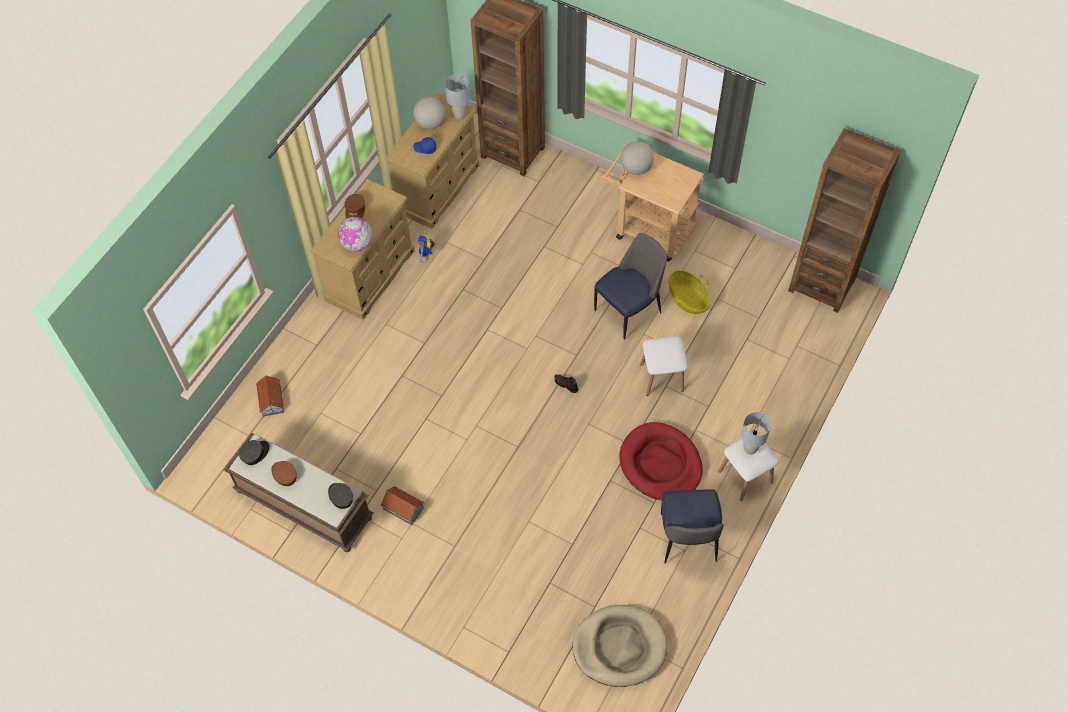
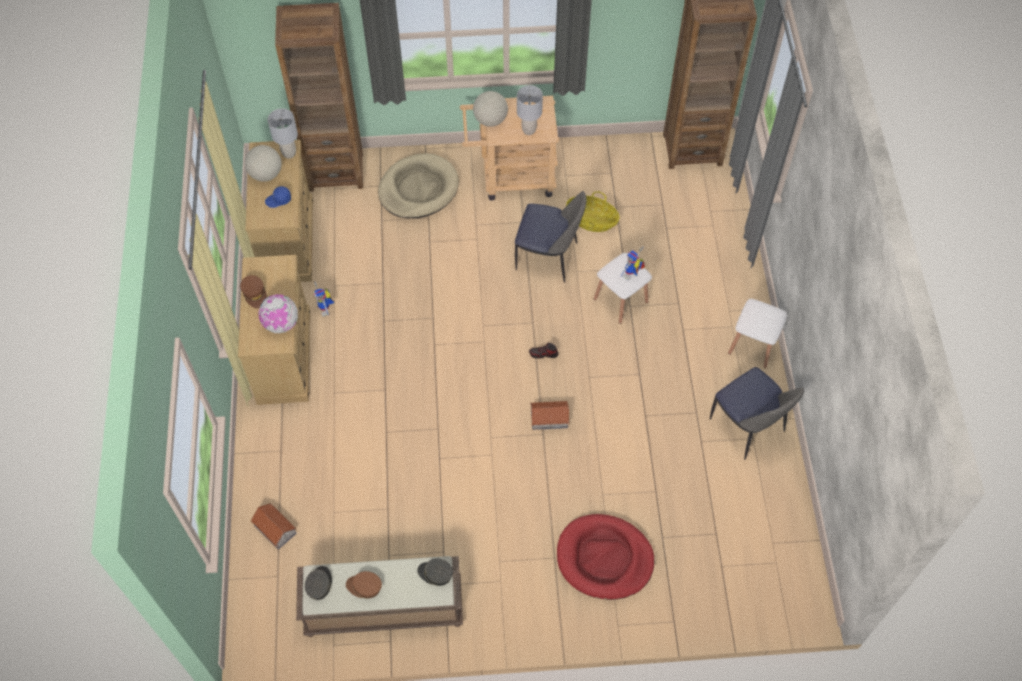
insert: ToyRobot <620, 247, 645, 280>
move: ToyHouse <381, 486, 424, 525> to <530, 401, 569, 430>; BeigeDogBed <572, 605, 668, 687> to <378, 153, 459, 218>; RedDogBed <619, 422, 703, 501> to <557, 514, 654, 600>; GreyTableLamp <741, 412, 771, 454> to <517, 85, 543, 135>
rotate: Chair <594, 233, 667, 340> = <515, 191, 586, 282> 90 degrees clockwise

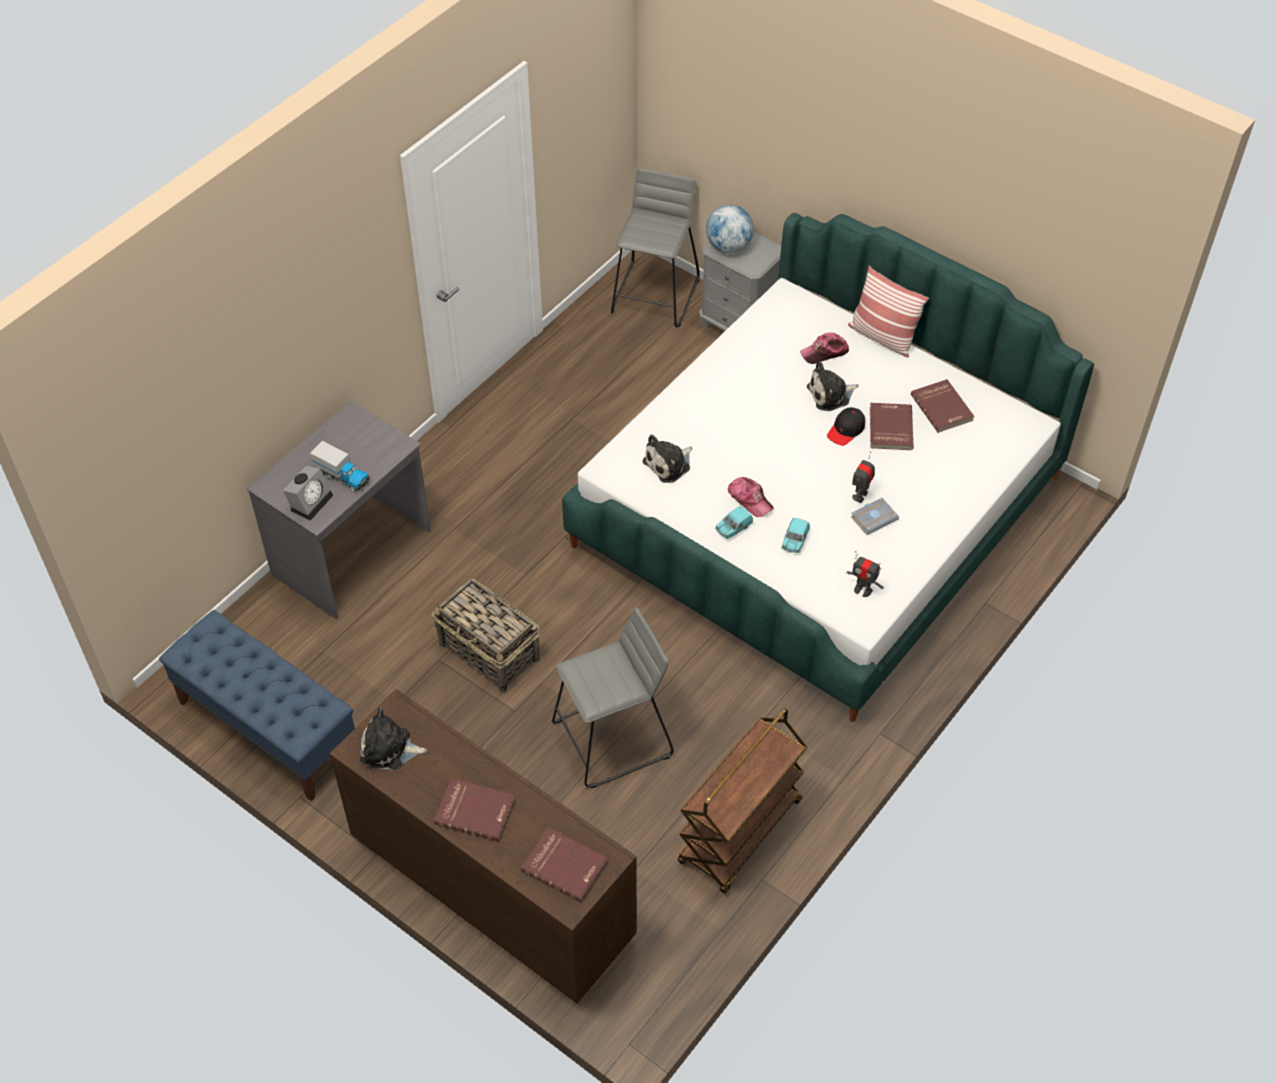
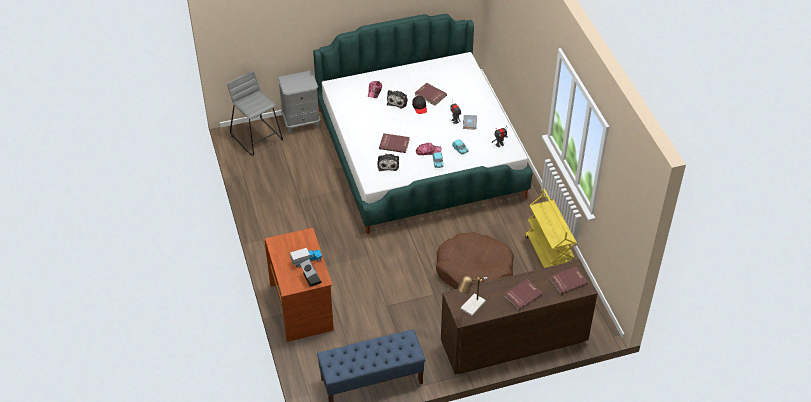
delete: Basket <432, 579, 540, 693>; Globe <706, 205, 754, 253>; Pillow <848, 265, 929, 357>
move: RedBook <911, 379, 974, 433> to <379, 133, 410, 153>
replace: PlushToy <360, 708, 427, 769> to TableLamp <458, 274, 487, 316>; GreyStool <552, 607, 674, 788> to BrownDogBed <436, 232, 514, 289>
recolor: GreyDesk <247, 401, 431, 619> to BrownDesk <264, 228, 334, 342>; BrownCart <678, 708, 807, 894> to YellowCart <525, 189, 577, 268>

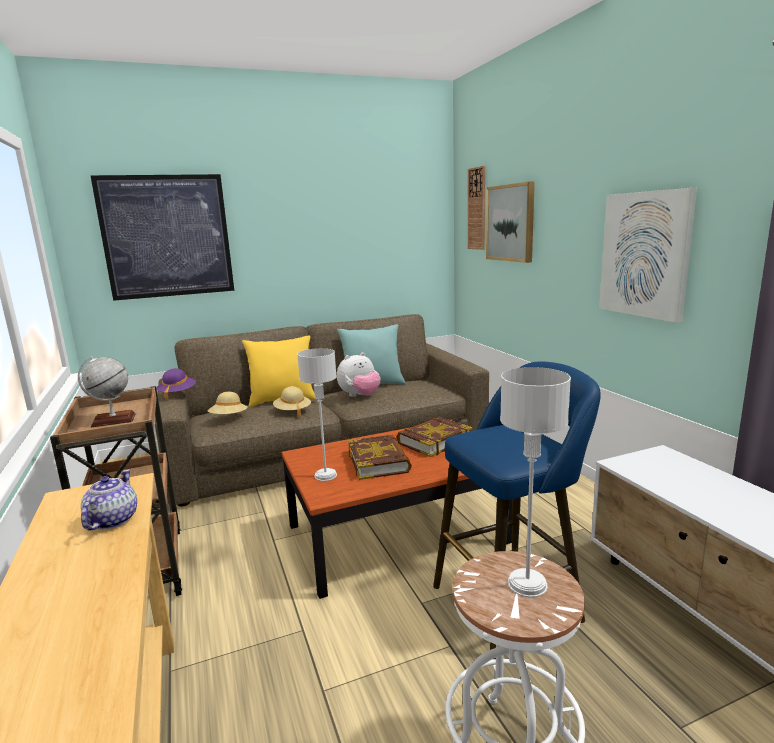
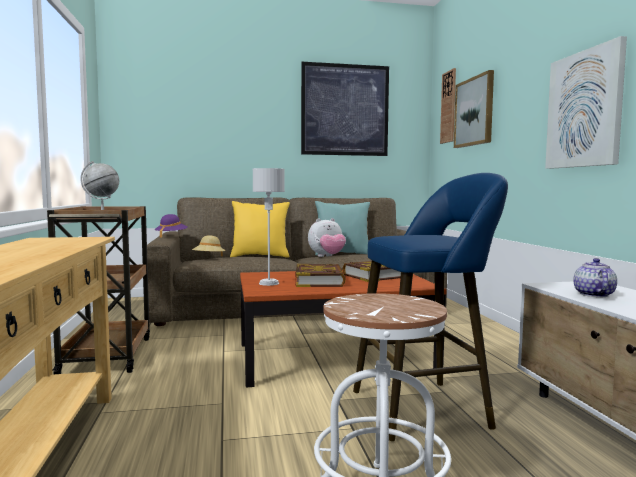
delete: BeigeHat <273, 386, 311, 417>; GreyTableLamp <500, 367, 571, 597>
move: Teapot <81, 470, 137, 531> to <573, 258, 617, 297>; Picture <90, 174, 234, 301> to <301, 62, 389, 156>

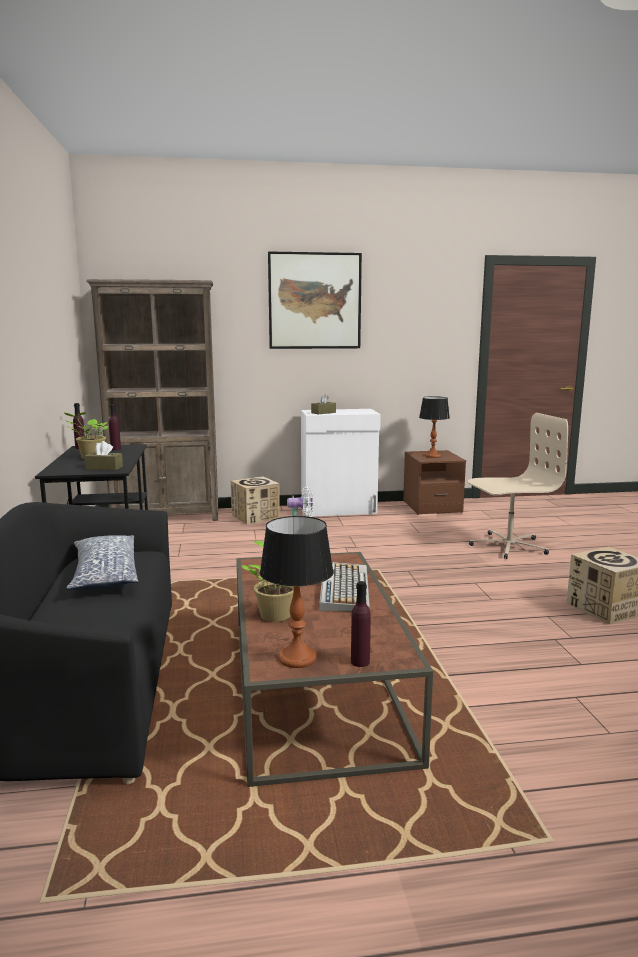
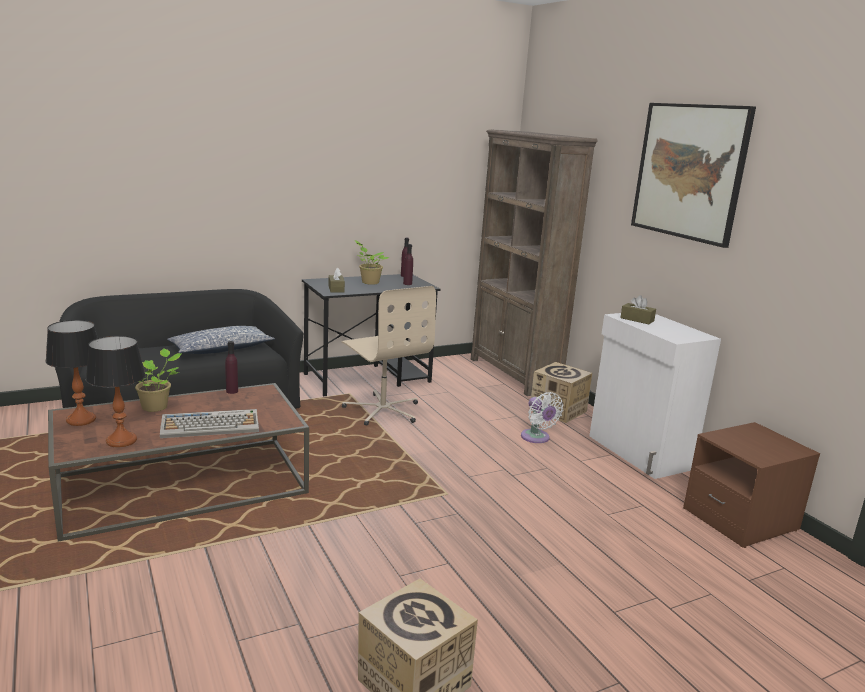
move: PurpleBottle <351, 581, 371, 667> to <225, 341, 238, 394>; TableLamp <419, 396, 450, 458> to <86, 336, 146, 447>; BeigeOfficeChair <468, 413, 568, 559> to <342, 286, 436, 426>

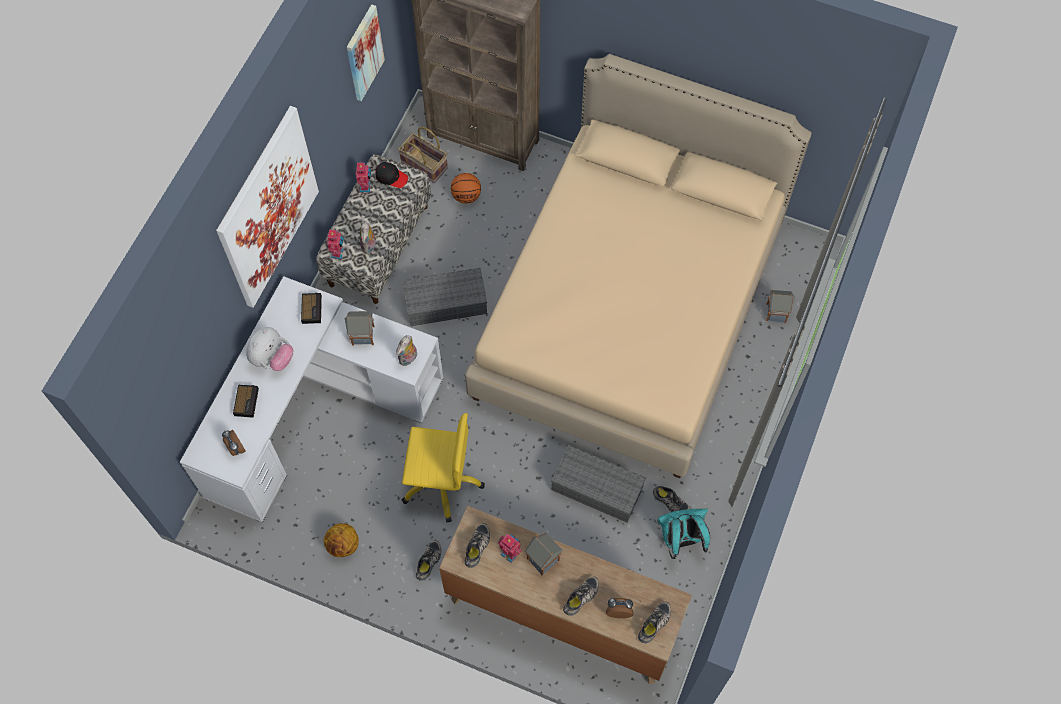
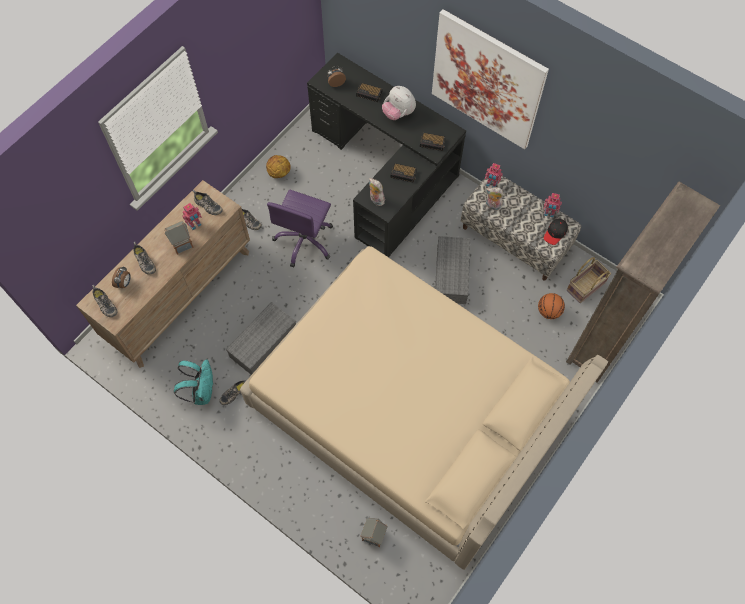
delete: Picture <347, 4, 385, 101>
replace: ToyHouse <345, 311, 375, 345> to AlarmClock <391, 163, 417, 183>
recolor: WhiteDesk <180, 276, 444, 523> to BlackDesk <307, 53, 466, 257>; YellowOfficeChair <402, 413, 485, 522> to PurpleOfficeChair <267, 190, 333, 268>

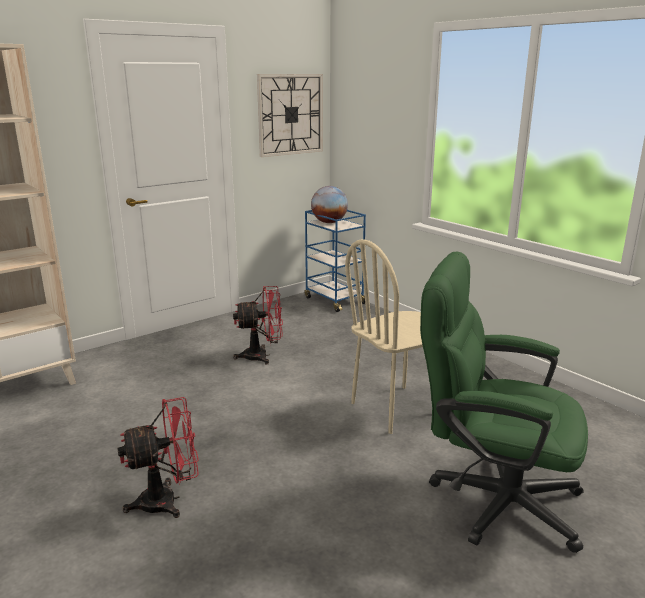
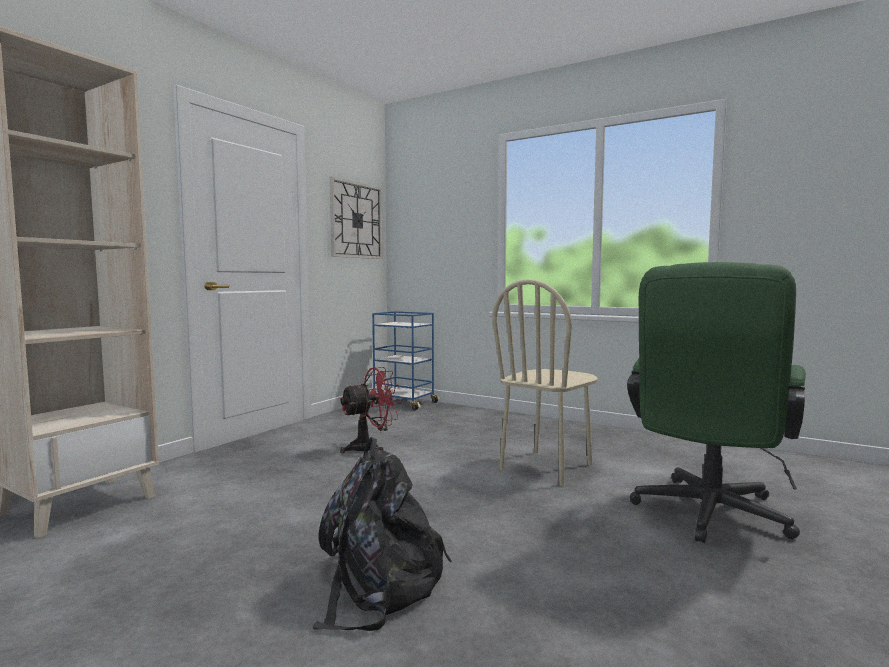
delete: Globe <311, 186, 348, 223>
replace: RedFan <117, 397, 199, 518> to BlackBackpack <313, 437, 452, 631>
rotate: GreenOfficeChair <420, 251, 588, 553> = <627, 262, 806, 543> 60 degrees counterclockwise

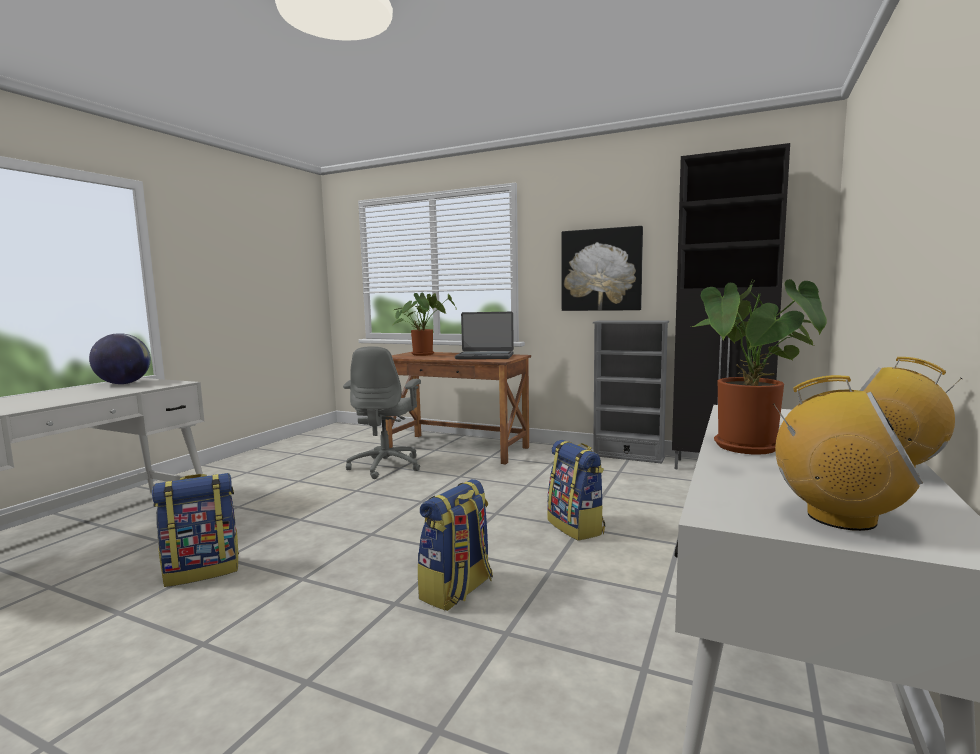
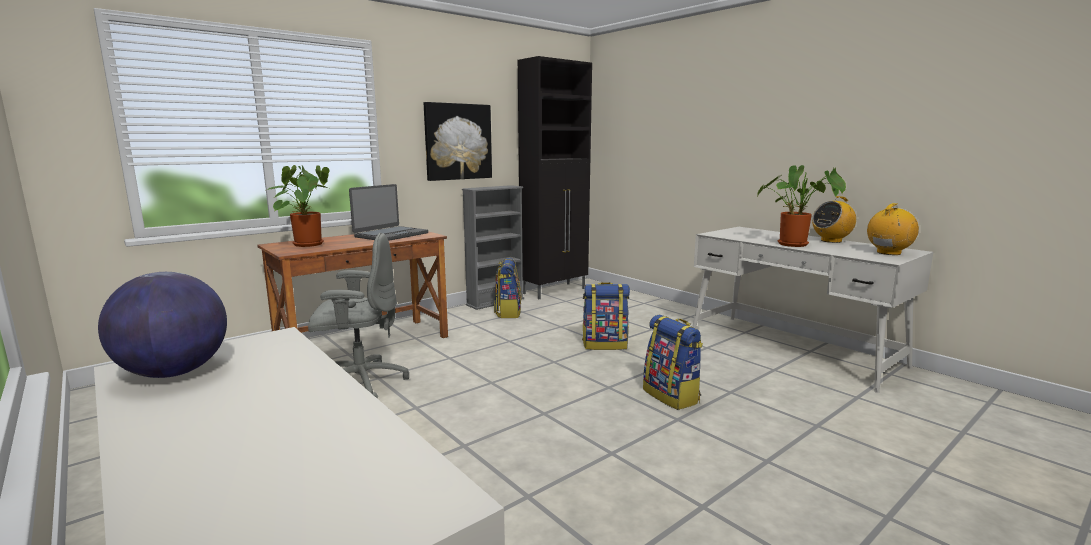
move: Backpack <152, 473, 239, 587> to <494, 258, 521, 318>
rotate: GreyOfficeChair <343, 346, 421, 479> = <308, 232, 409, 399> 45 degrees counterclockwise

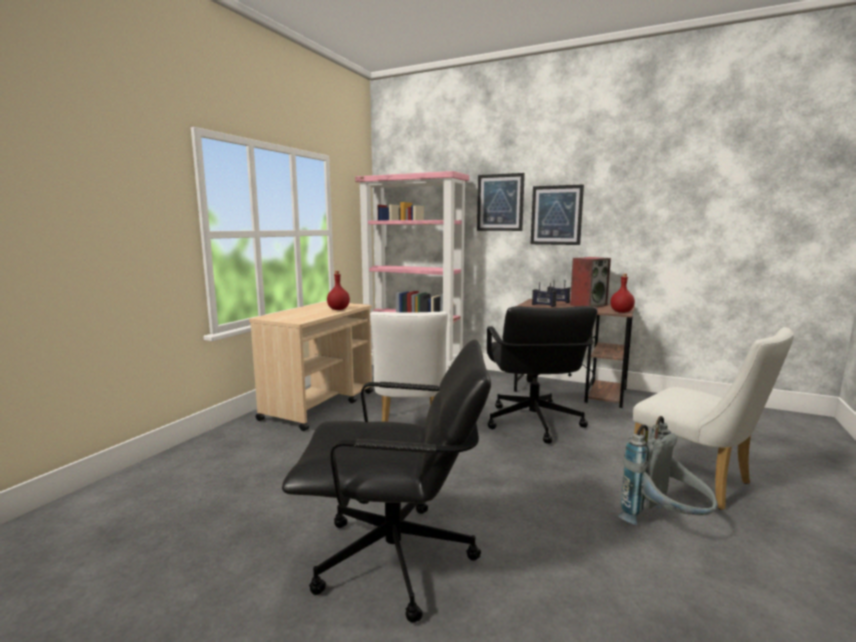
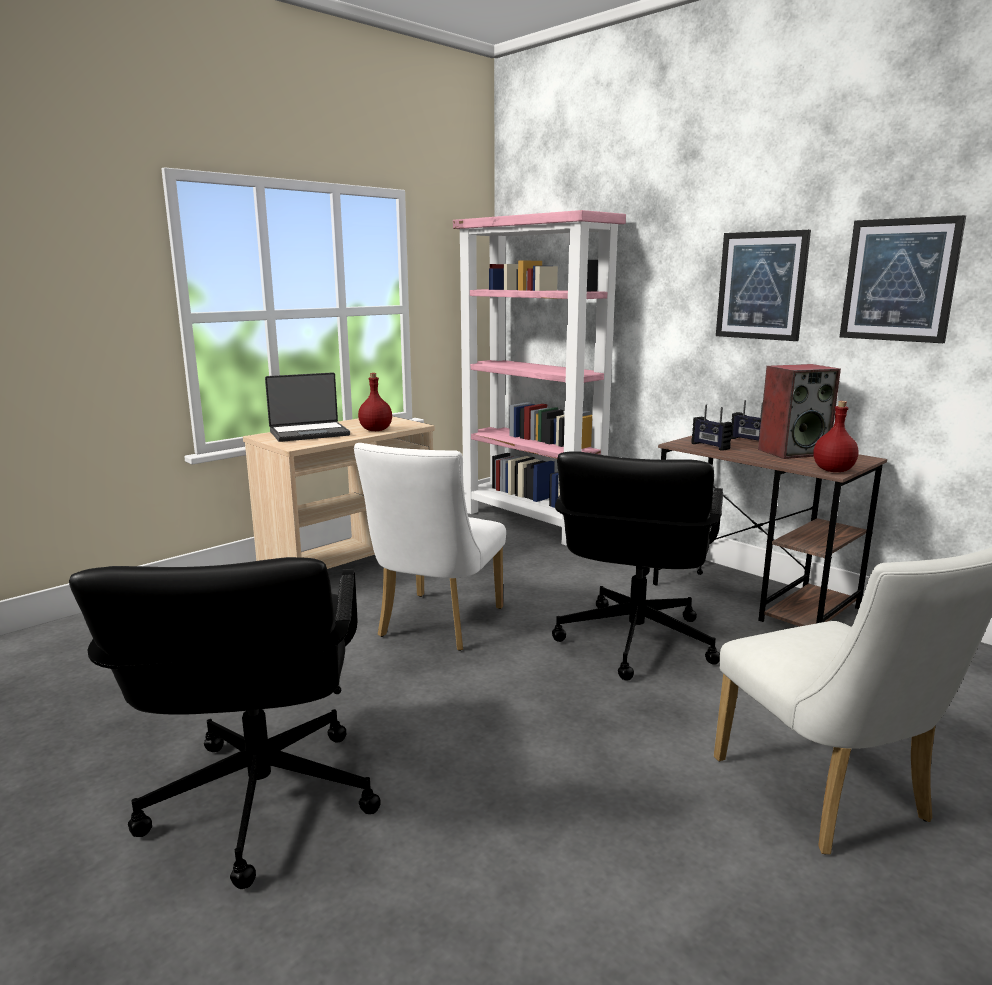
delete: GreyBackpack <618, 416, 718, 525>
insert: Laptop <265, 372, 350, 442>
move: Picture <477, 173, 525, 231> to <840, 215, 966, 343>
rotate: BlackOfficeChair <282, 339, 491, 623> = <69, 557, 381, 889> 60 degrees clockwise

